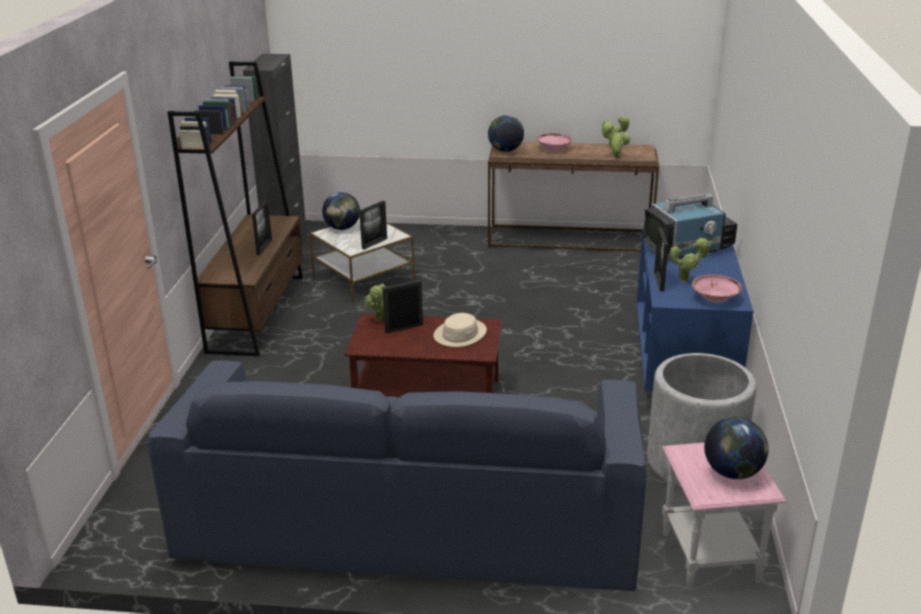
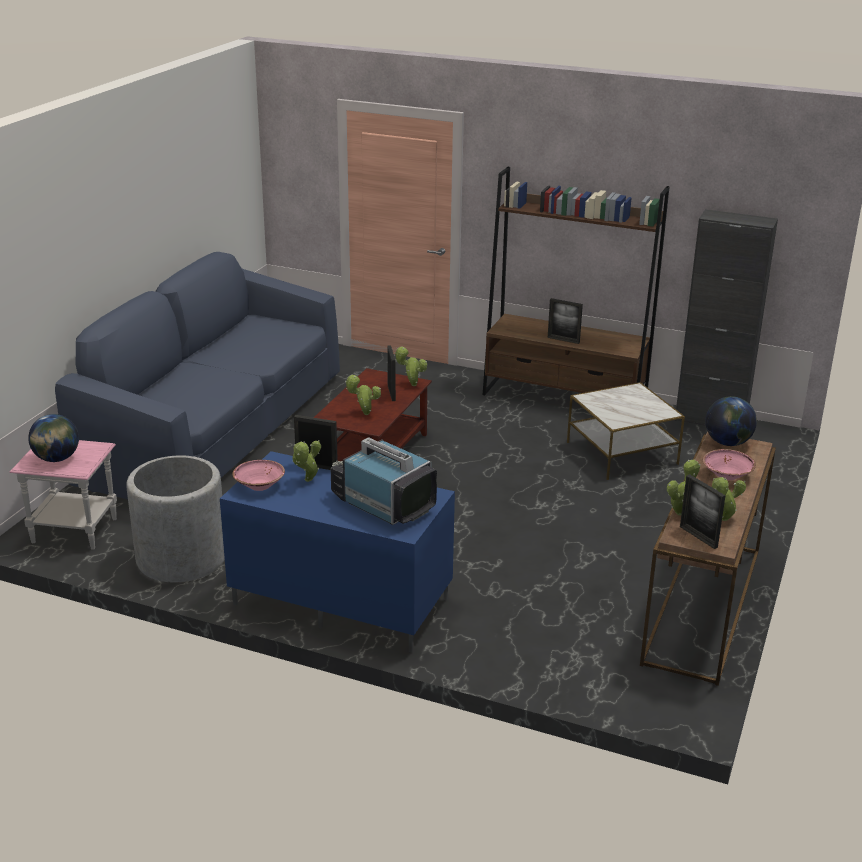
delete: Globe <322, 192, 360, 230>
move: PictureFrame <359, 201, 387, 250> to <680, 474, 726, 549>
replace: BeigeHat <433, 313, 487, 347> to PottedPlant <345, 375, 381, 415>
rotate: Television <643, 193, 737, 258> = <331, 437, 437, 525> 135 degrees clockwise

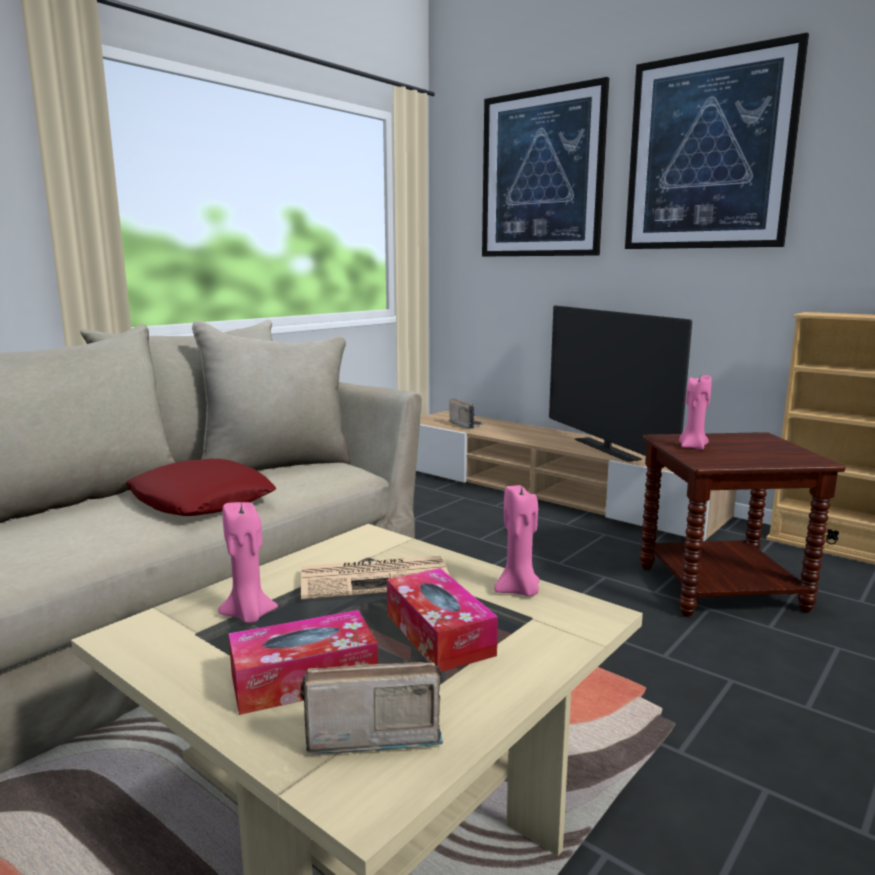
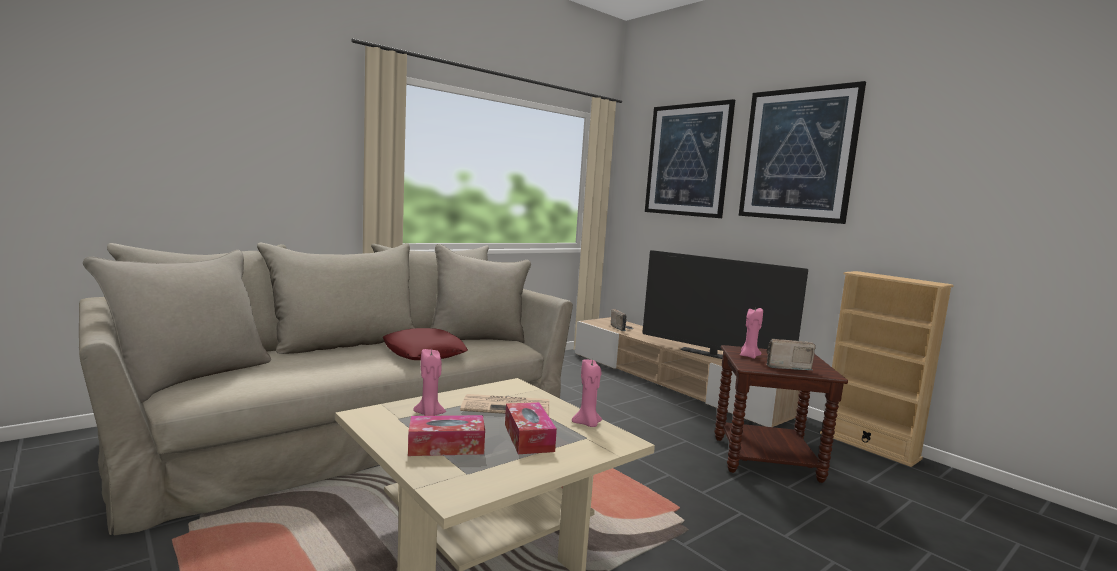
move: Radio <300, 662, 443, 754> to <767, 339, 816, 370>
rotate: Television <549, 305, 692, 462> = <642, 250, 808, 359> 45 degrees counterclockwise

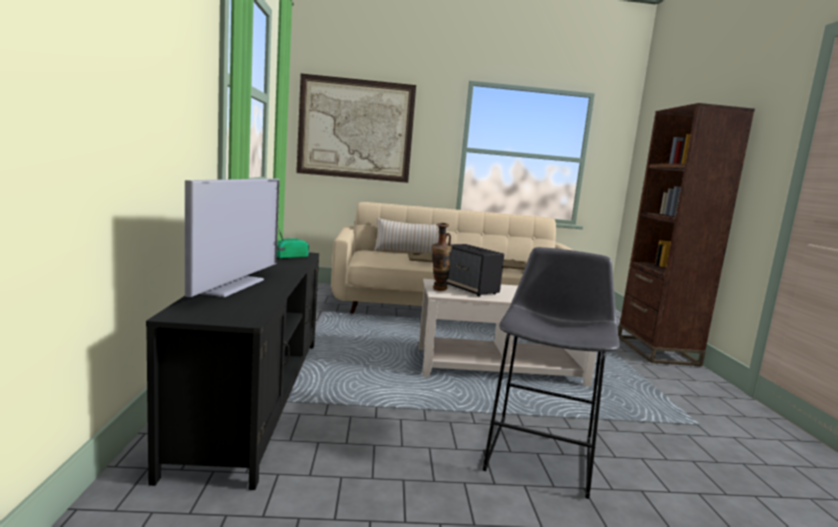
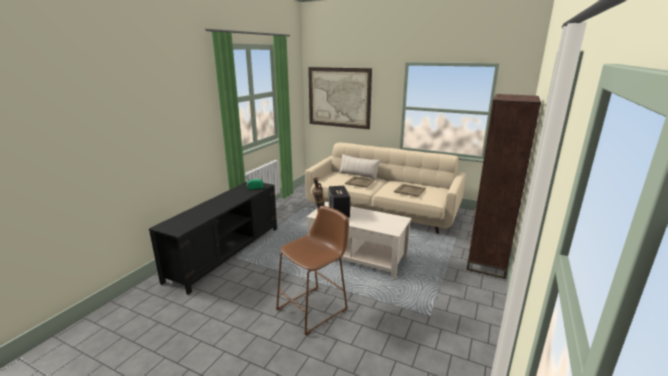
delete: Television <185, 178, 279, 297>
recolor: GreyStool <483, 247, 620, 499> to BrownStool <276, 206, 349, 335>

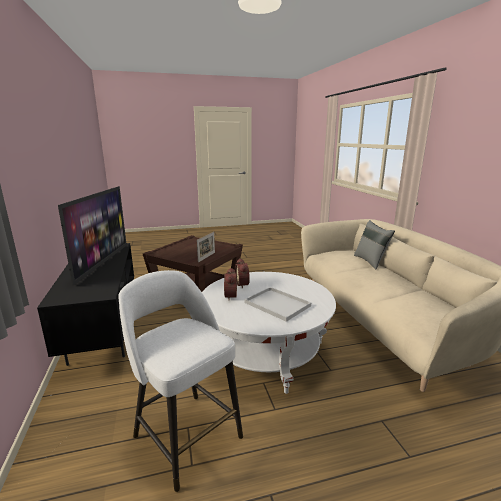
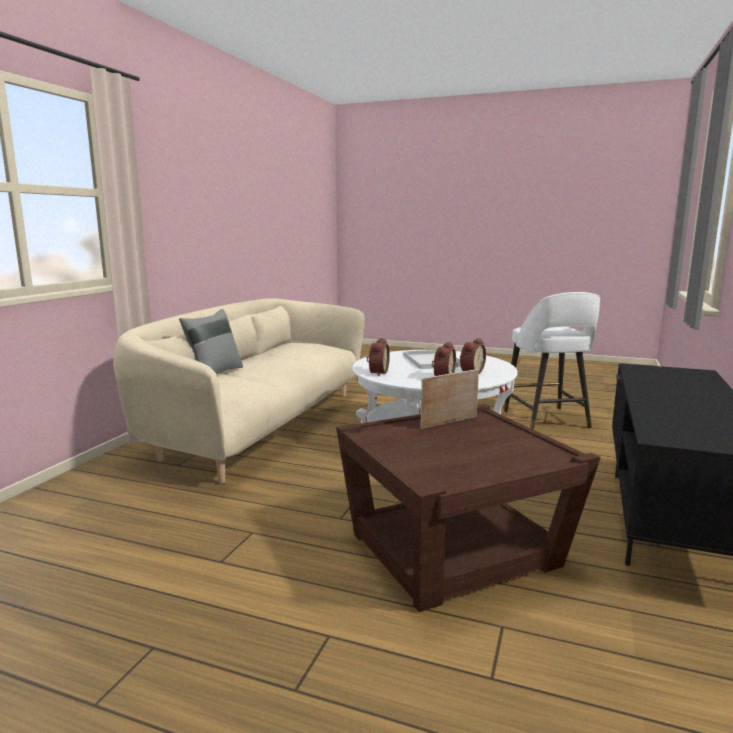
delete: Television <58, 186, 127, 285>
insert: AlarmClock <367, 338, 390, 376>

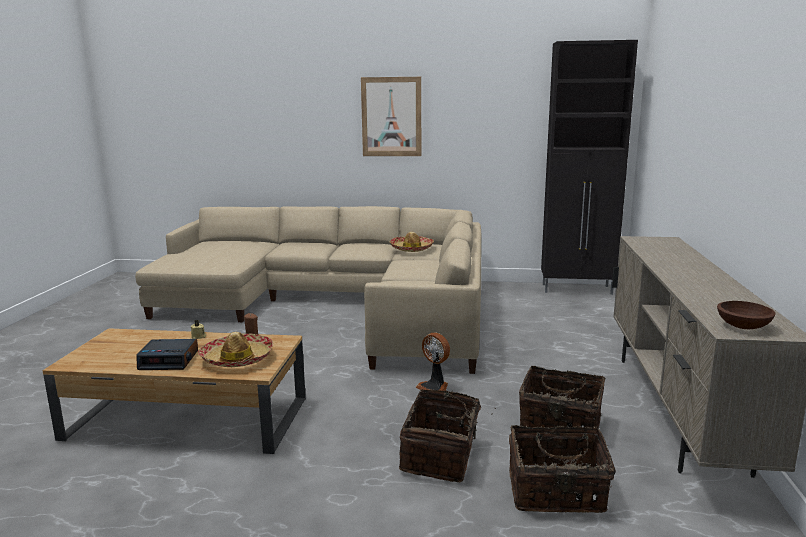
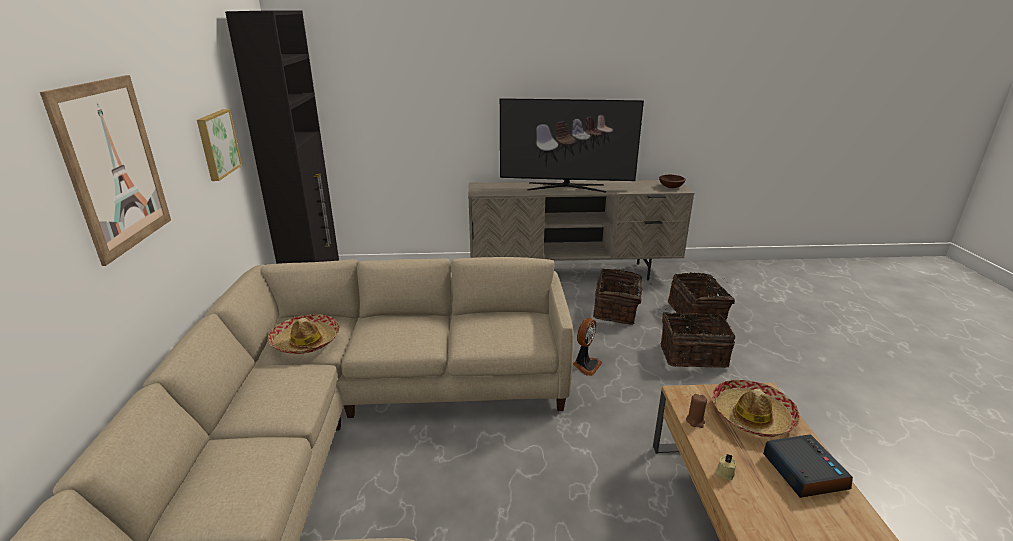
insert: Picture <197, 109, 242, 181>; Television <500, 98, 644, 193>

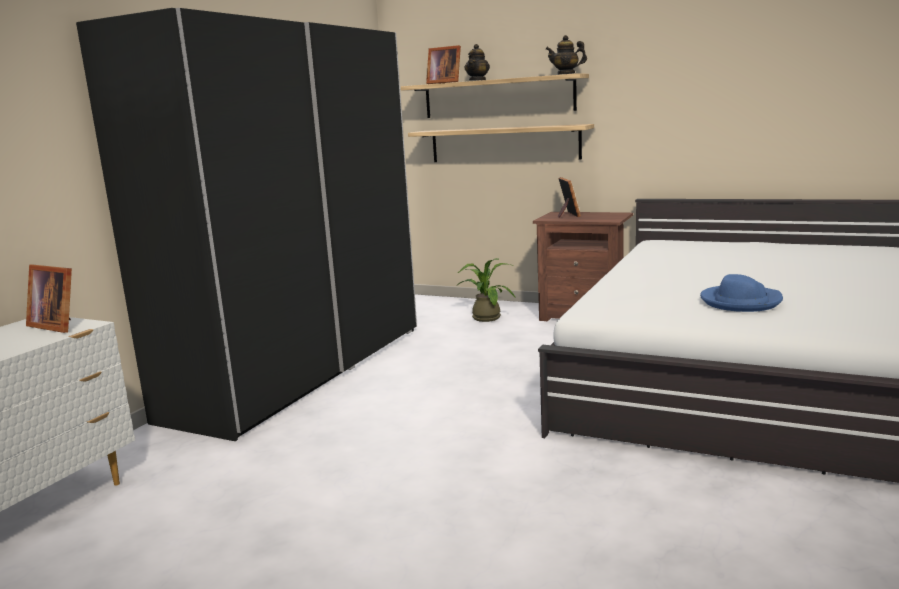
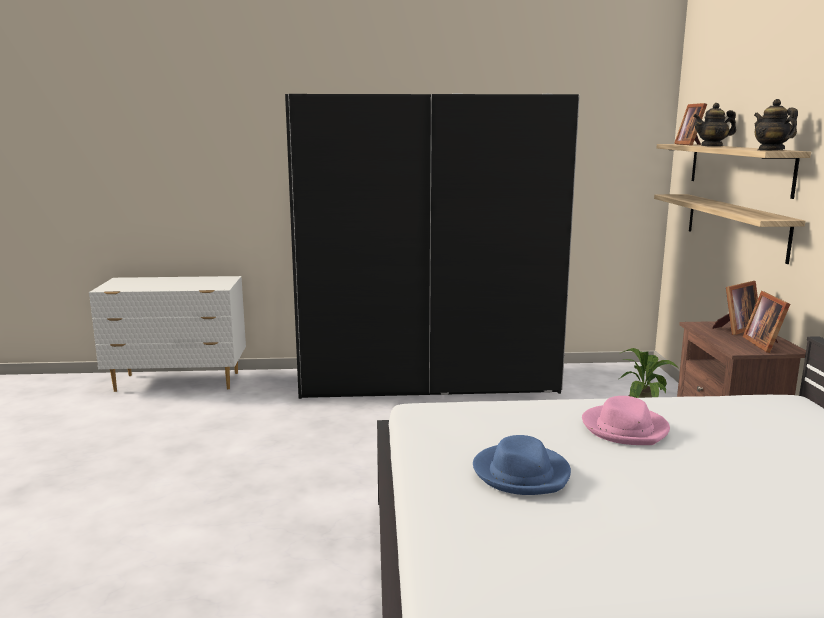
insert: PinkHat <582, 396, 670, 445>
move: PictureFrame <26, 264, 72, 333> to <743, 291, 790, 353>

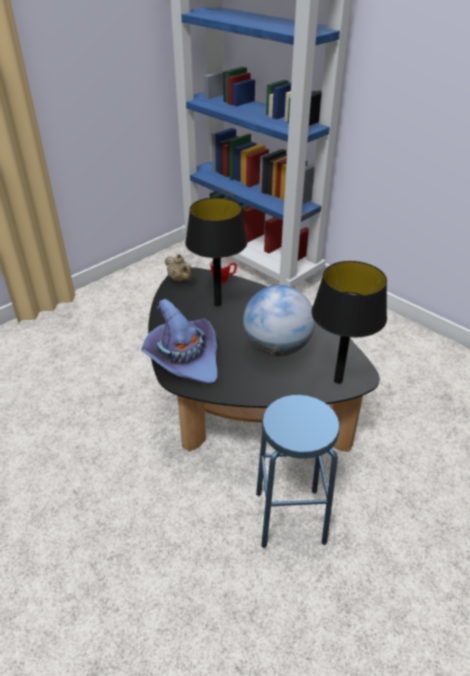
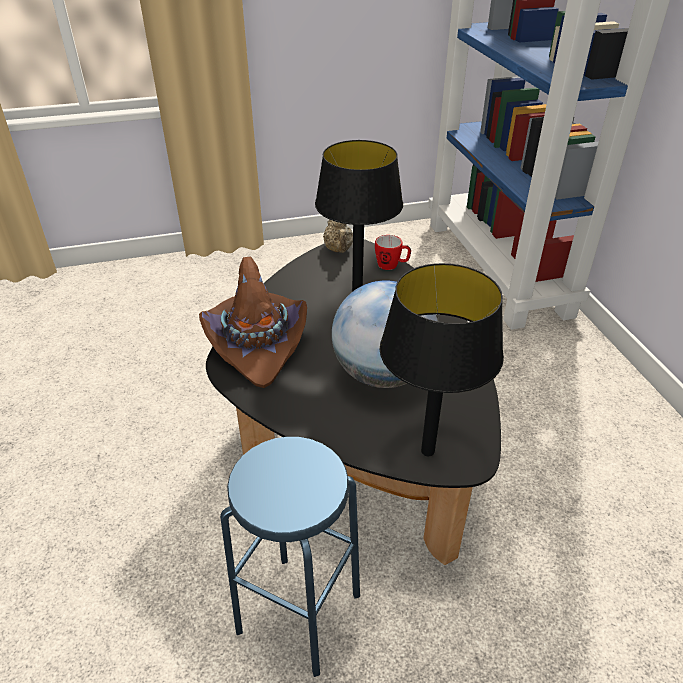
recolor: PurpleHat <142, 299, 217, 385> to BrownHat <199, 257, 307, 388>

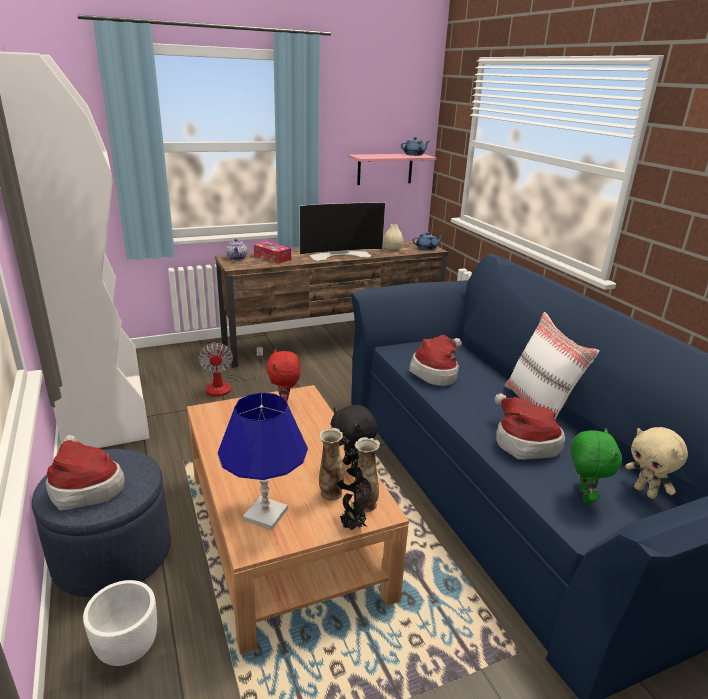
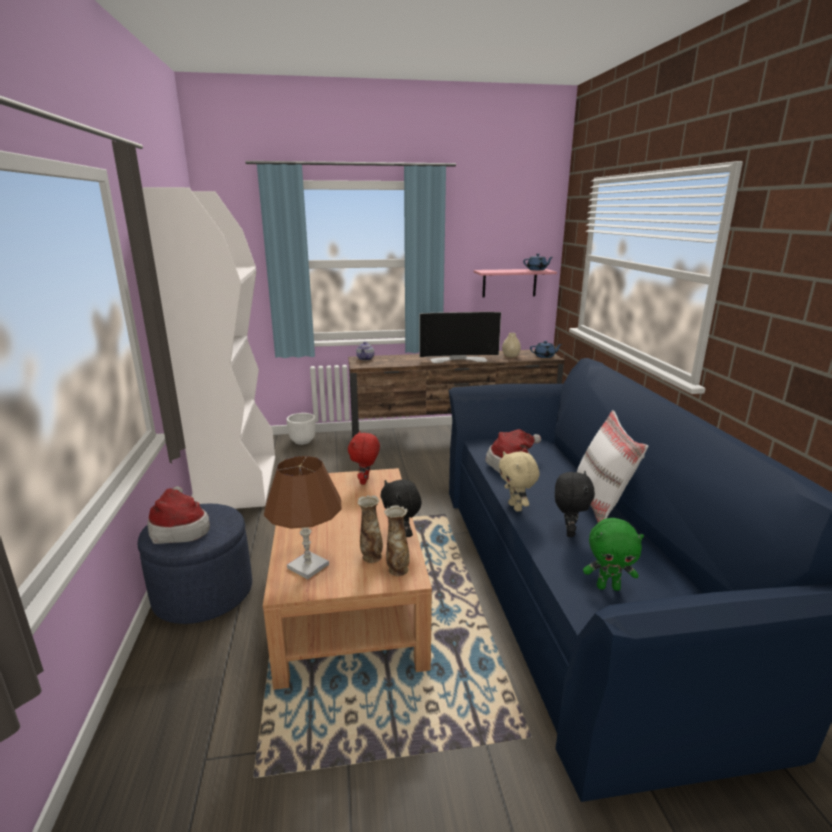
delete: Fan <198, 342, 263, 397>; TissueBox <254, 241, 291, 264>; PottedPlant <337, 466, 372, 530>
move: WhitePlanter <83, 580, 157, 666> to <287, 413, 316, 445>; BeigePlushToy <625, 427, 688, 499> to <499, 451, 539, 512>
replace: Hat <495, 393, 565, 459> to BlackPlushToy <555, 471, 595, 537>
recolor: BlueTableLamp <218, 392, 308, 530> to BrownTableLamp <264, 456, 342, 580>
rotate: GreenPlushToy <571, 428, 622, 504> = <583, 518, 644, 591> 75 degrees clockwise

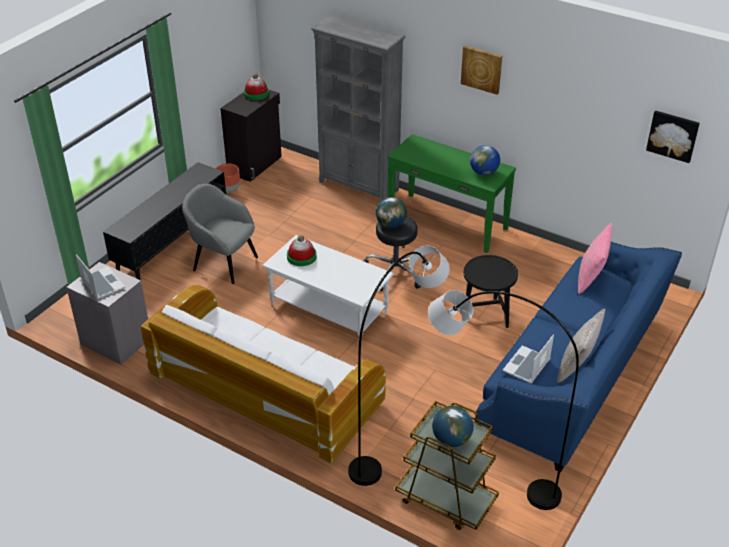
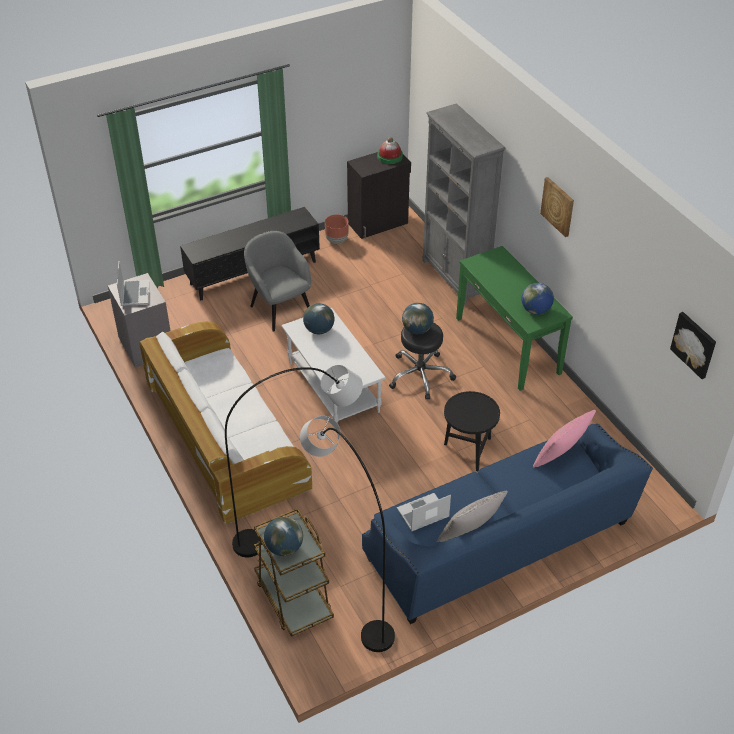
replace: Hat <287, 235, 317, 266> to Globe <303, 303, 334, 334>

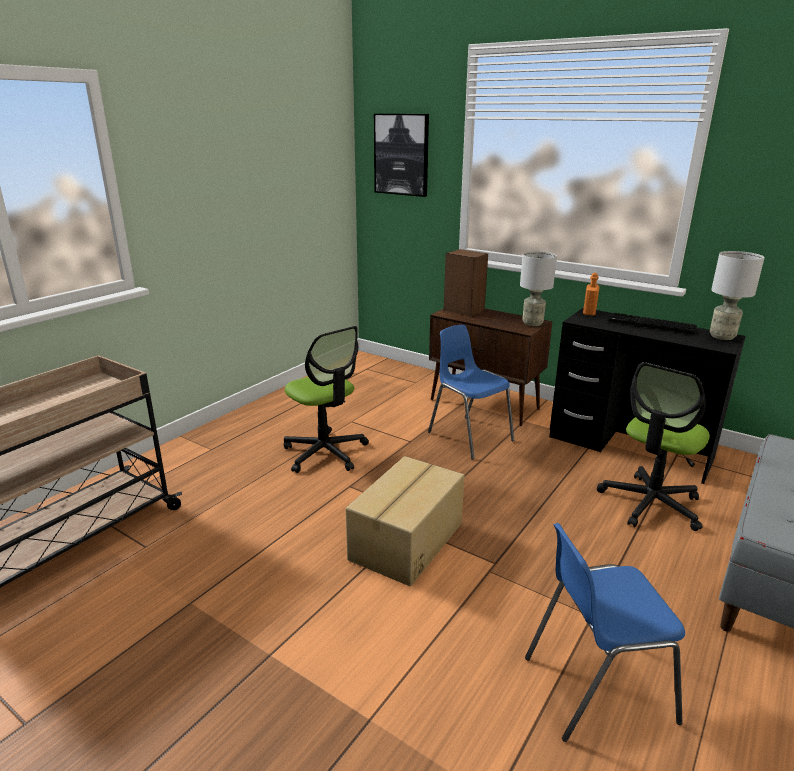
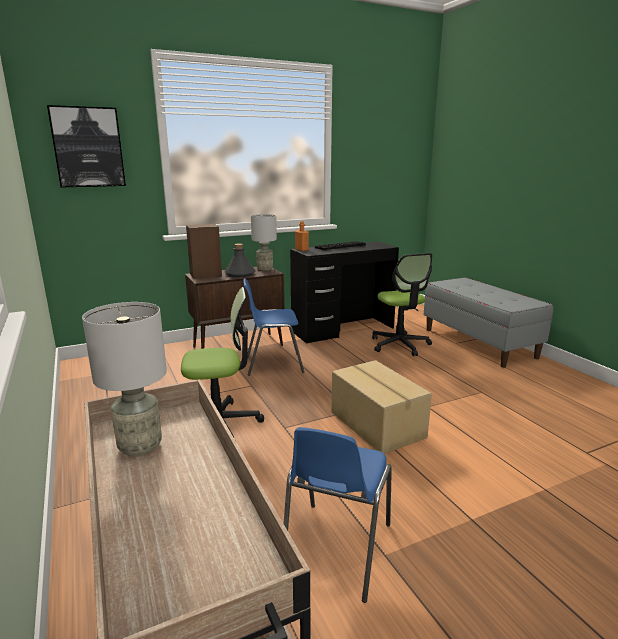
insert: GreyBottle <224, 244, 256, 277>
move: BlueChair <525, 523, 685, 742> to <284, 427, 392, 603>; GreyTableLamp <710, 251, 765, 340> to <82, 302, 167, 457>

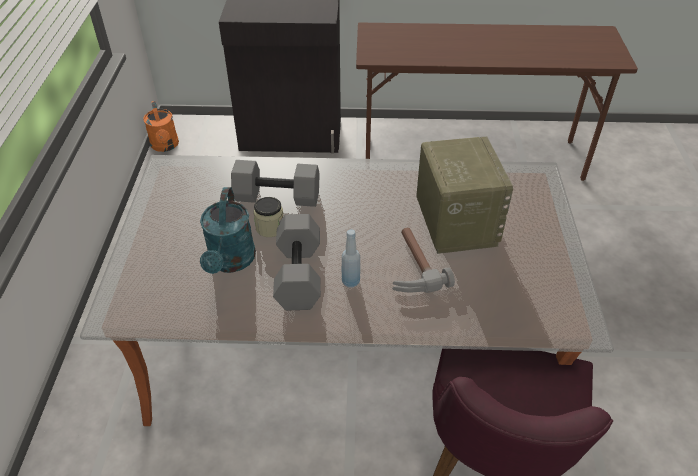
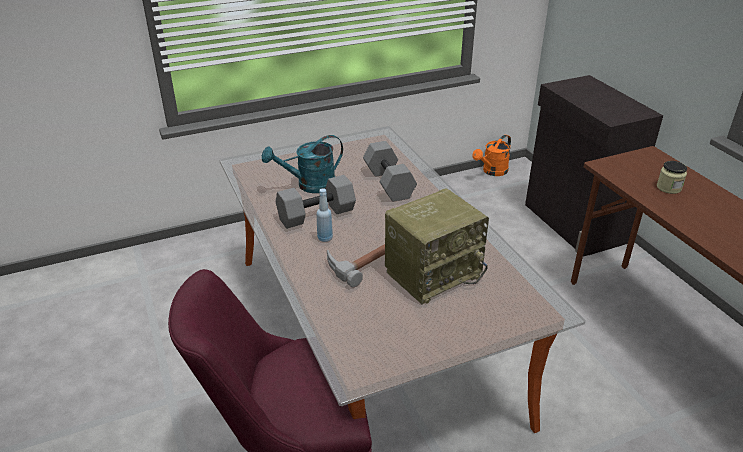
move: Jar <254, 197, 284, 237> to <657, 161, 687, 194>

